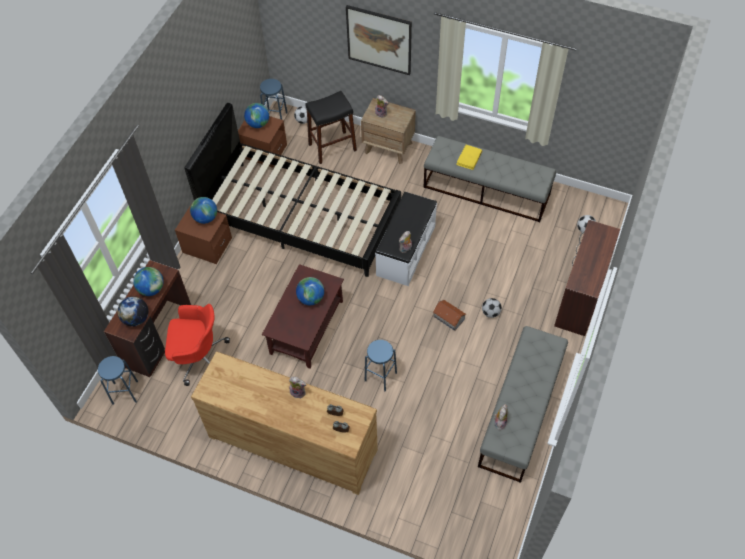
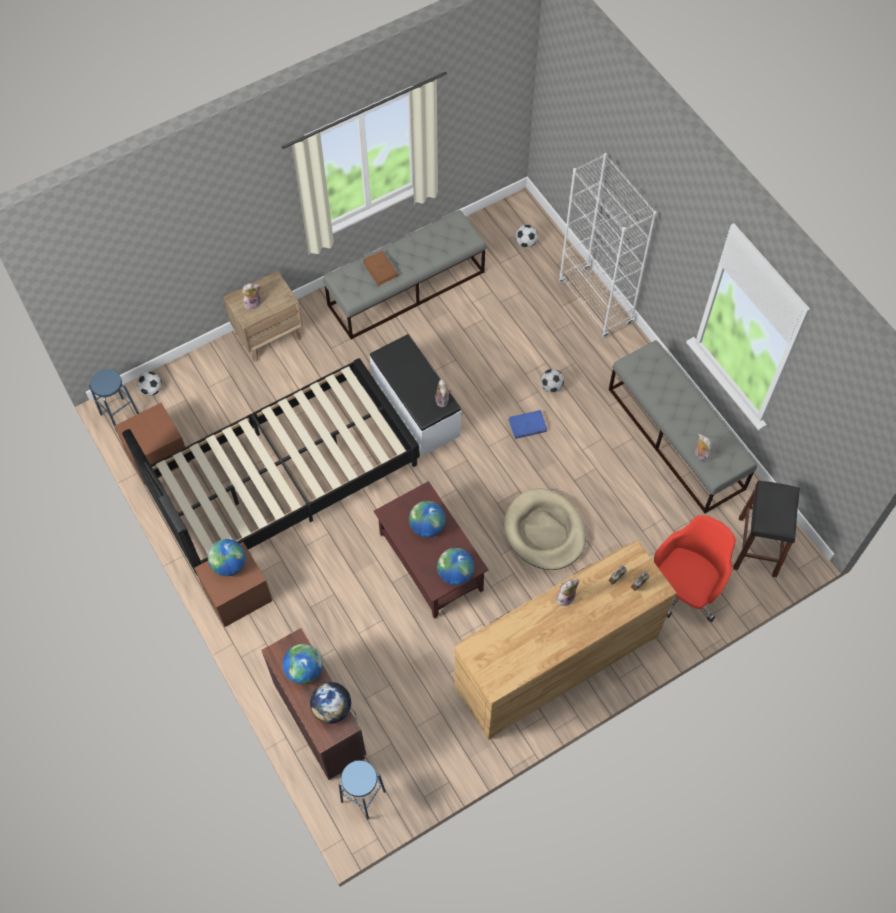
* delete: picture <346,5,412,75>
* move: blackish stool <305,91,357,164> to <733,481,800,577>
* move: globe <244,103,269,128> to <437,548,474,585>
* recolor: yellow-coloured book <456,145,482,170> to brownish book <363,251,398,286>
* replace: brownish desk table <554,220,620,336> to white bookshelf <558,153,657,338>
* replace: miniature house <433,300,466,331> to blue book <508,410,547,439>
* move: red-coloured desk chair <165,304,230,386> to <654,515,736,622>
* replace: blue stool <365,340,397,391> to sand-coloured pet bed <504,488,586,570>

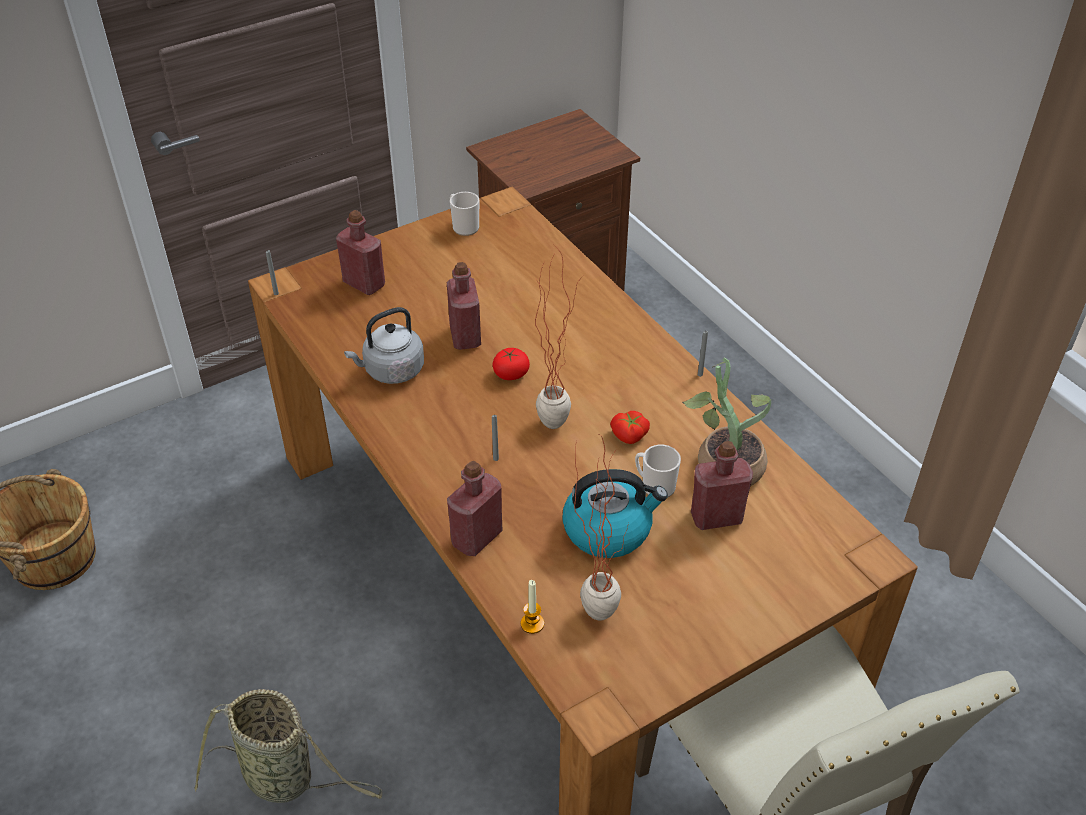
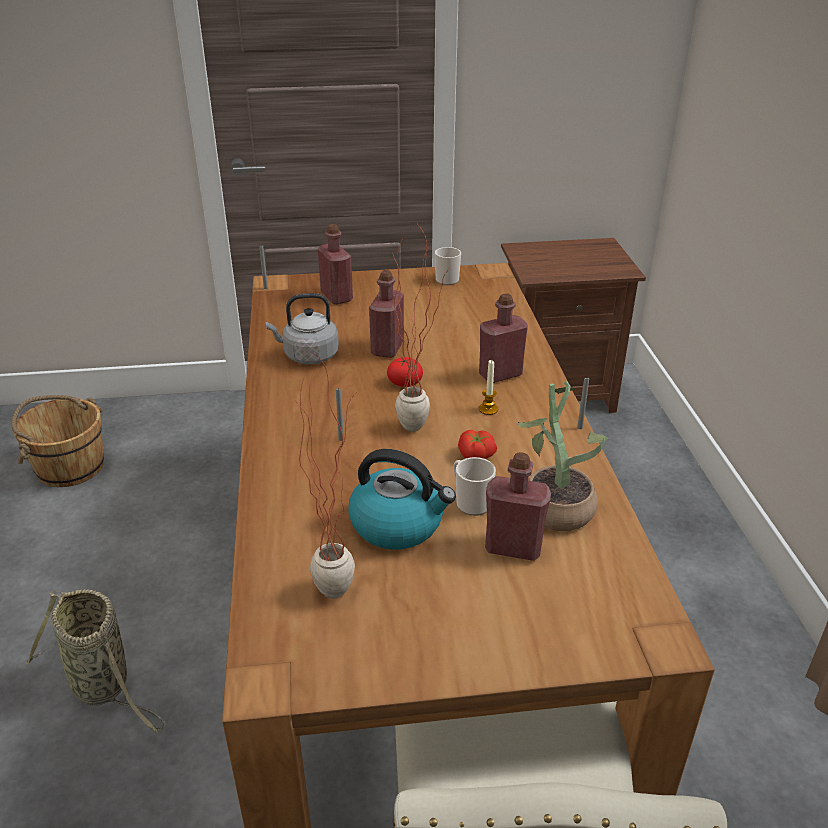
* move: red-coloured beverage bottle <447,461,503,556> to <479,293,528,383>
* move: wax light <521,580,544,634> to <479,360,498,415>

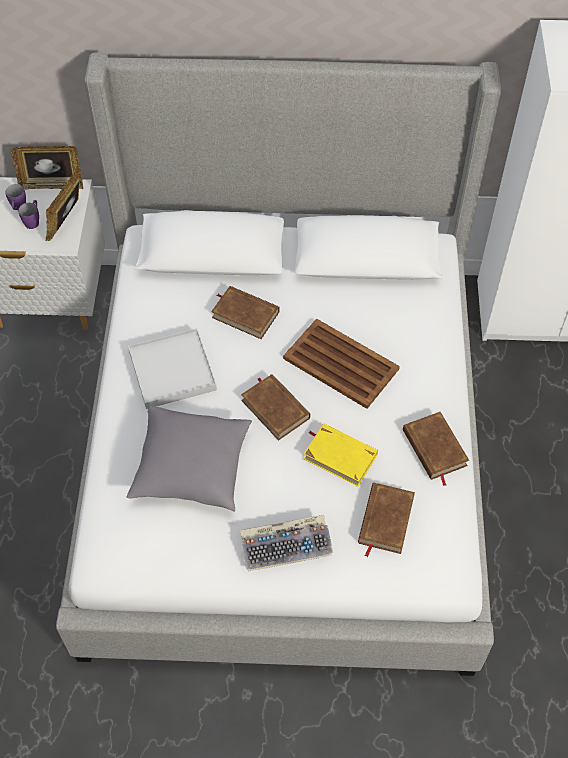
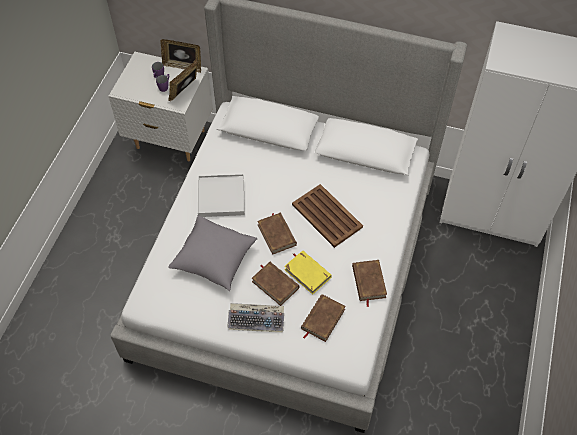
* move: brownish book <211,286,280,339> to <252,262,299,306>

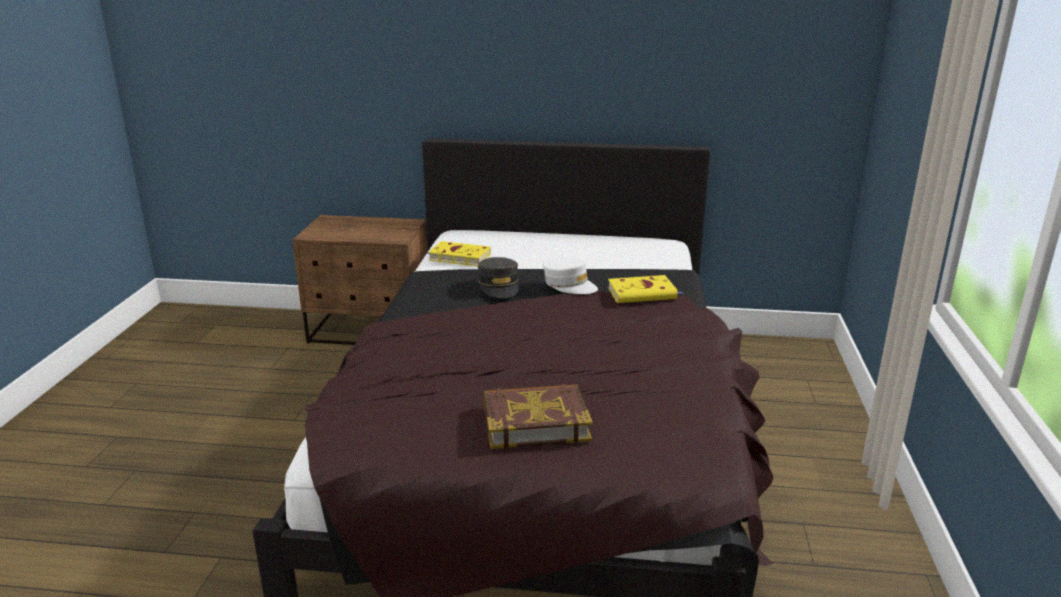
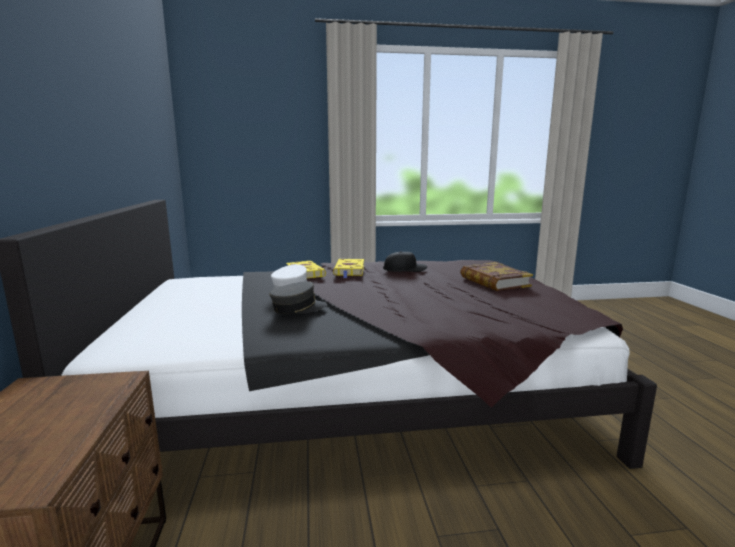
* move: yellow-coloured book <427,241,491,267> to <333,259,364,278>
* insert: blackish peaked cap <383,251,427,272>

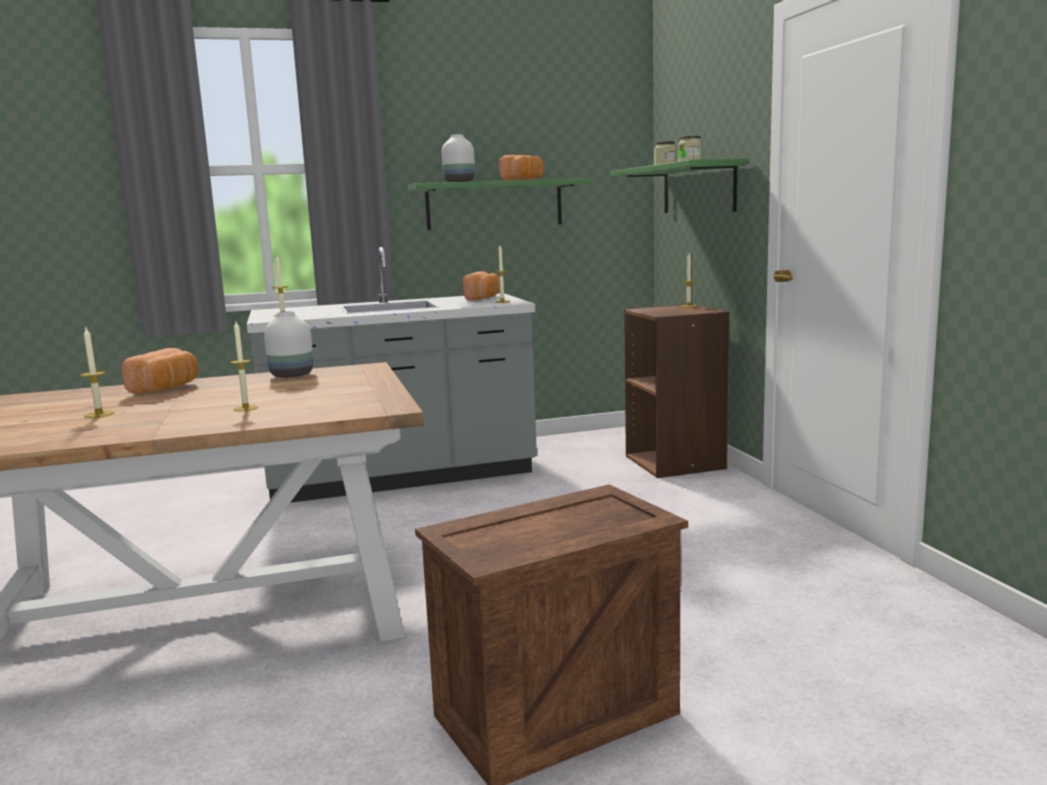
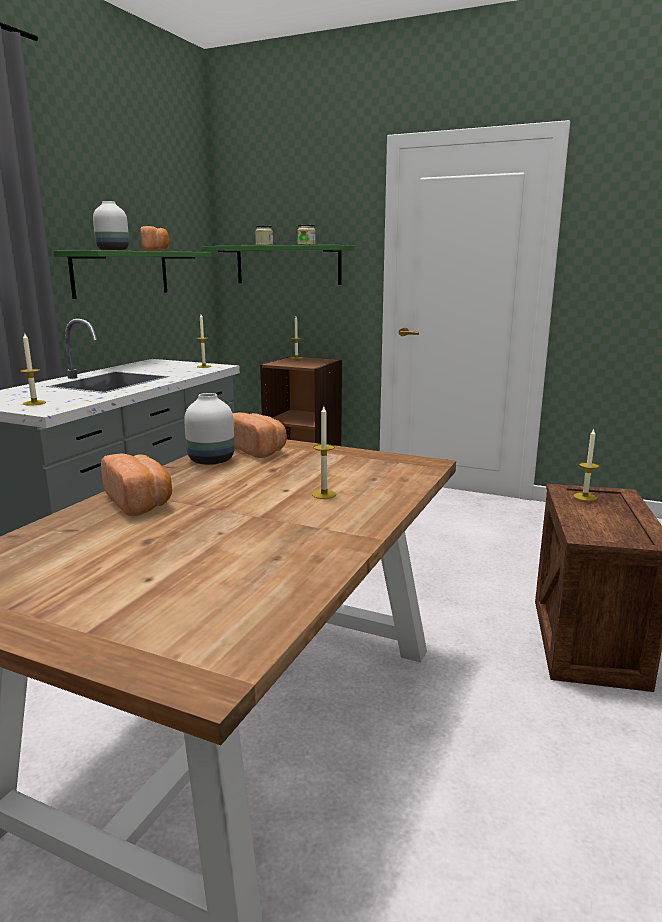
* move: bakery bread <463,271,500,300> to <233,413,287,458>
* move: wax light <80,328,114,418> to <574,429,599,501>

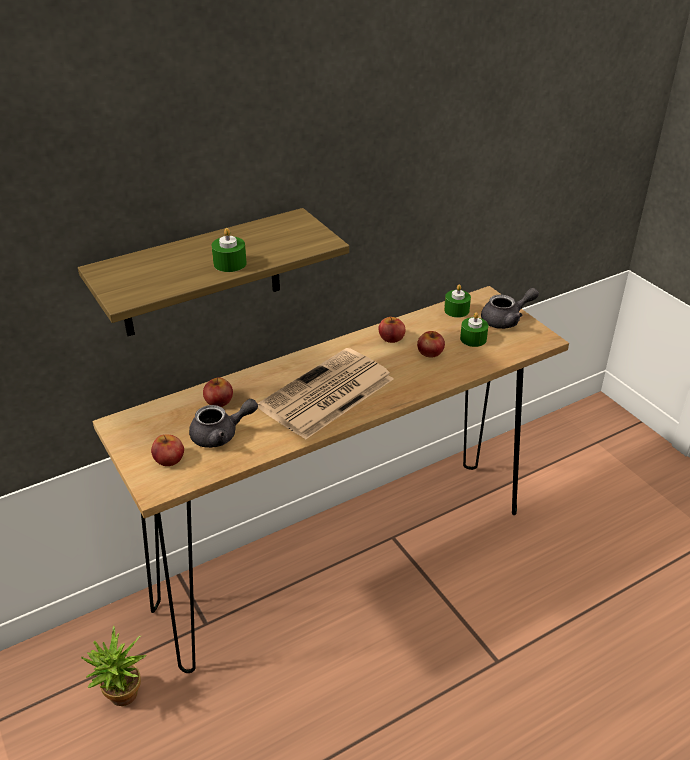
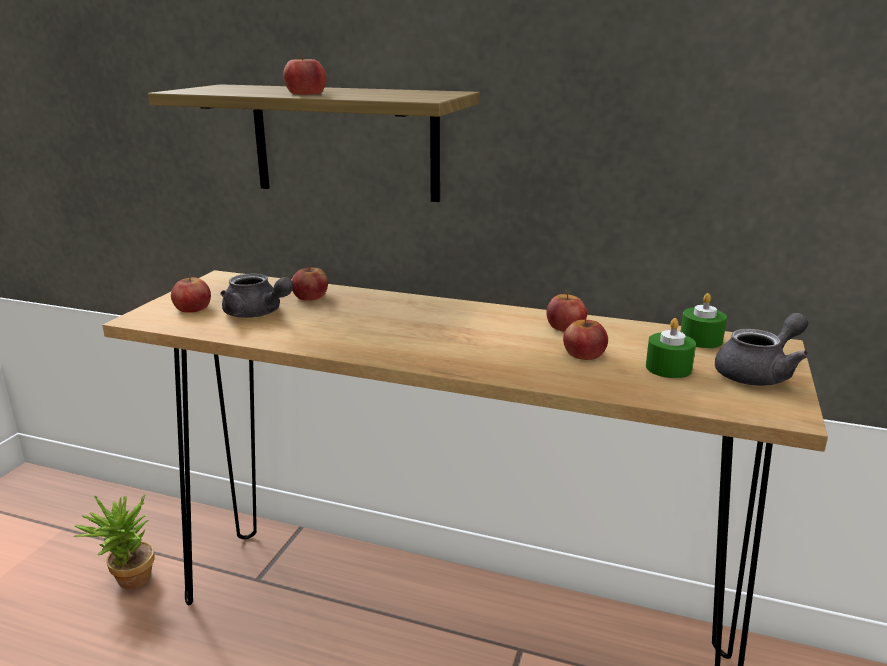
* replace: greenish wax light <211,228,247,272> to apple fruit <283,51,327,95>
* rotate: gray pot for tea <481,288,539,329> = <715,313,809,386> 60 degrees counterclockwise
* delete: daily paper <257,348,394,440>

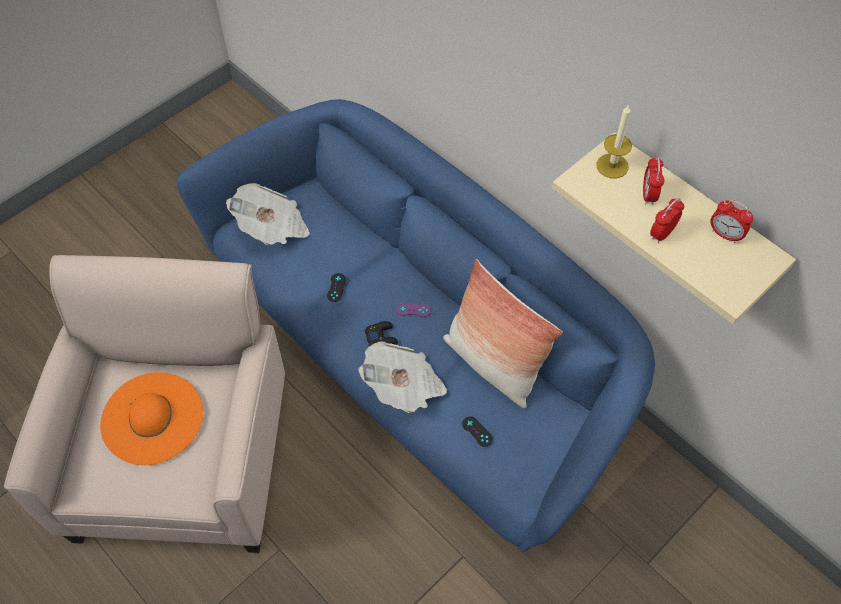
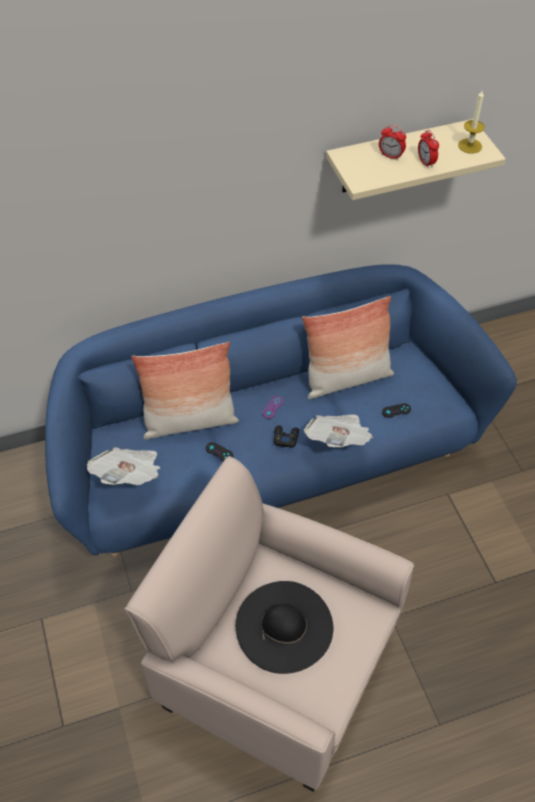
* move: wax light <596,104,632,178> to <458,89,485,154>
* delete: alarm clock <710,200,753,243>
* recolor: orangey clothing hat <100,372,203,465> to blackish clothing hat <236,581,333,674>
* insert: cushion <131,342,239,439>

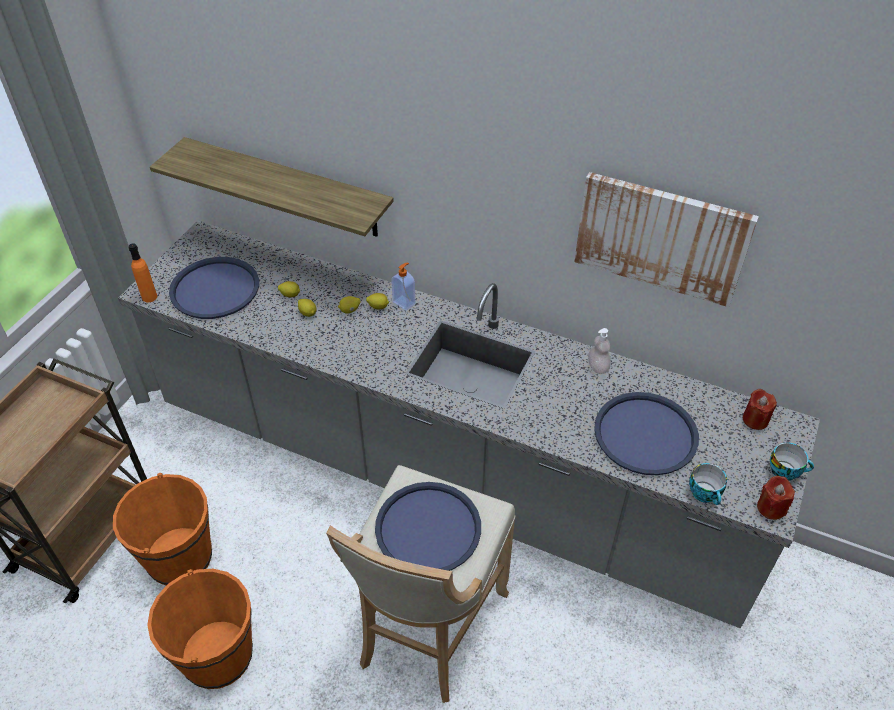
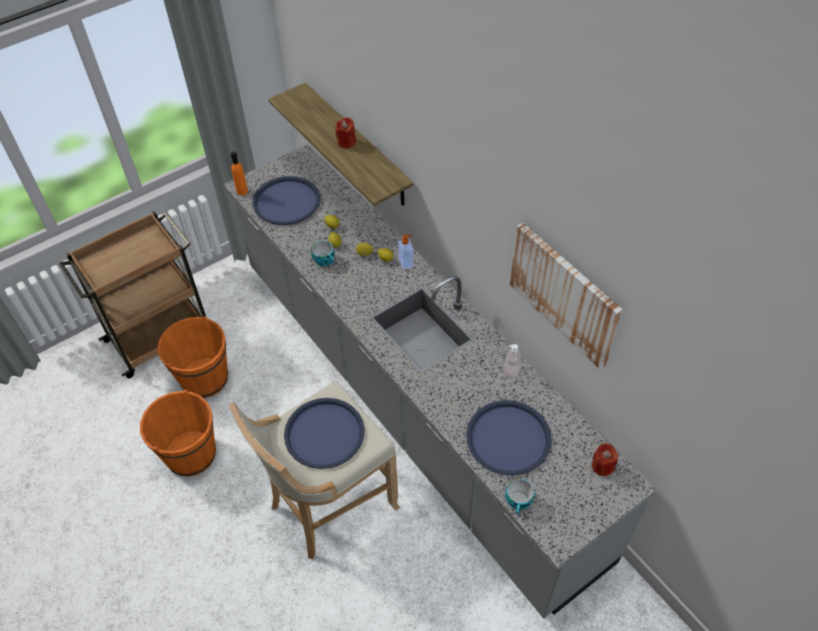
* move: cup <770,442,814,481> to <311,240,335,266>
* move: red-coloured wax light <757,476,795,520> to <335,117,356,148>

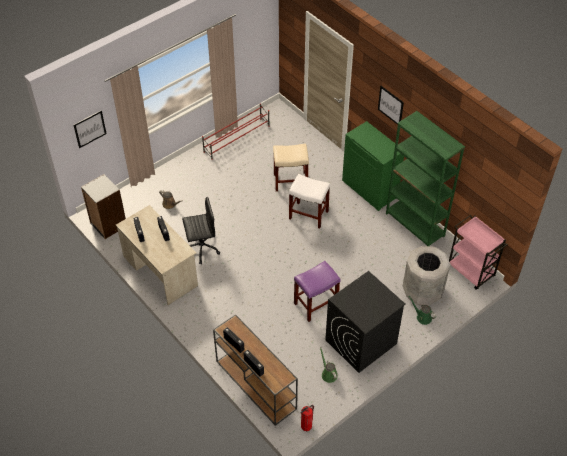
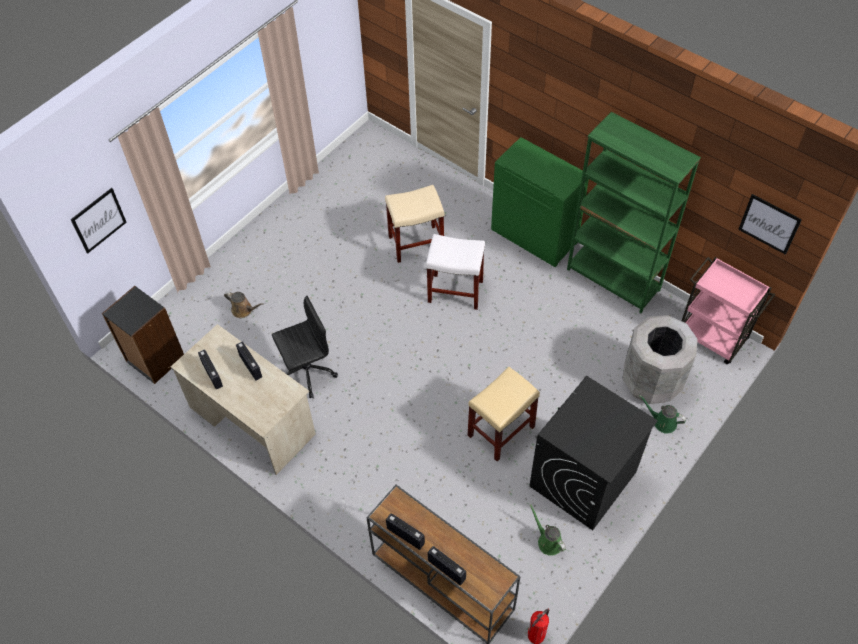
* move: picture <378,86,404,125> to <738,194,802,255>
* delete: red-coloured shoe shelf <202,103,270,160>
* recolor: purple-coloured stool <294,261,340,322> to sand-coloured stool <468,367,540,462>

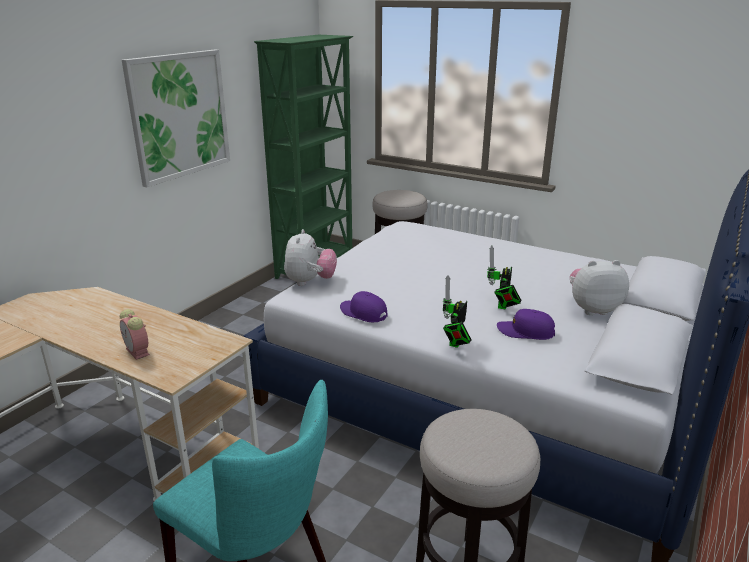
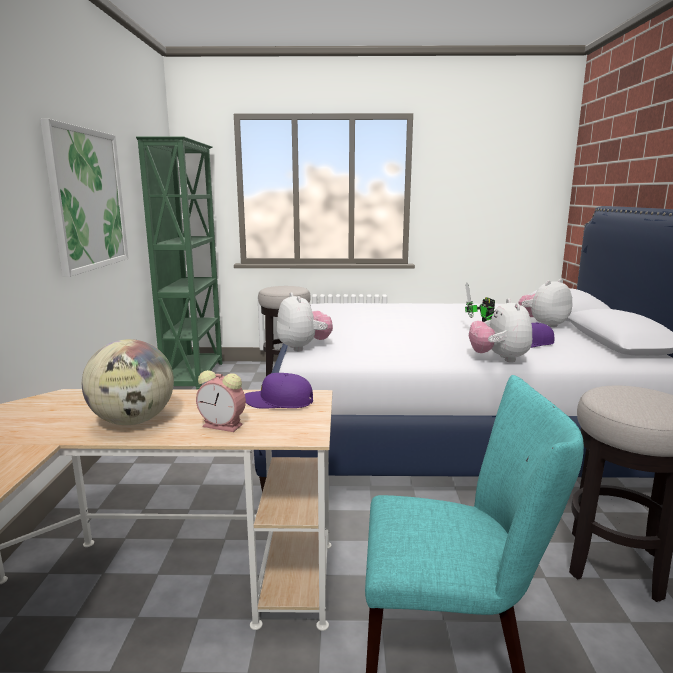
* replace: toy robot <442,275,472,348> to soft toy <469,298,532,362>
* move: purple-coloured peaked cap <340,291,388,322> to <245,373,313,409>
* insert: globe <82,339,174,425>

